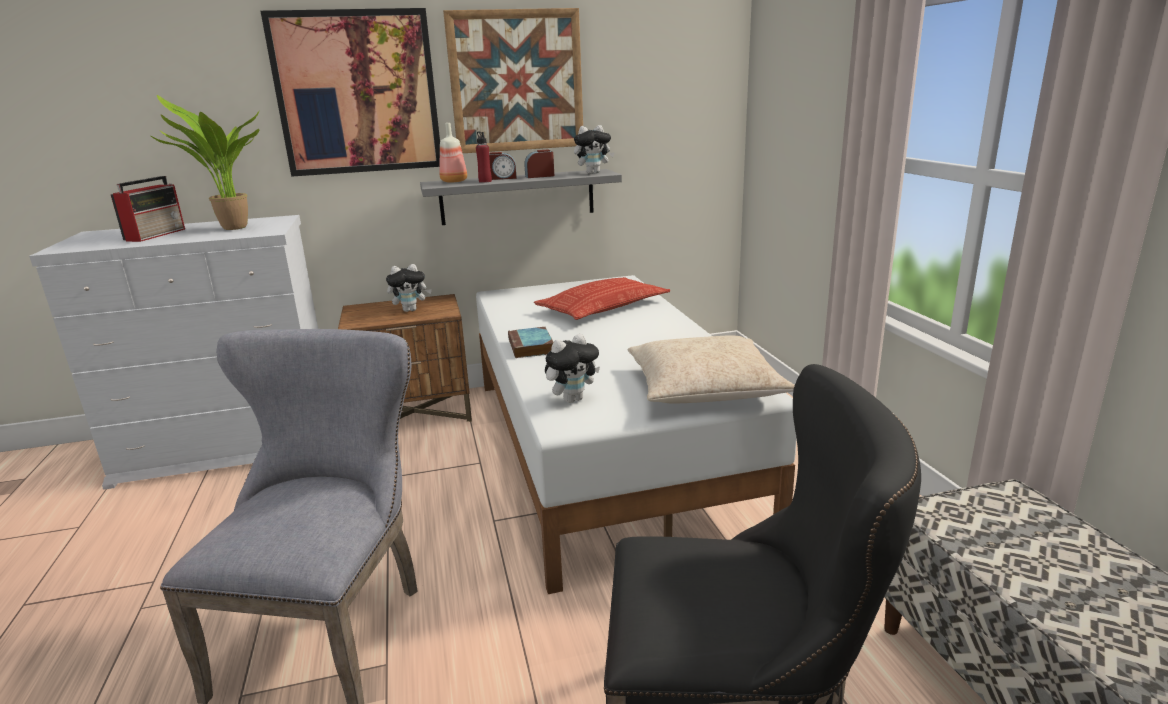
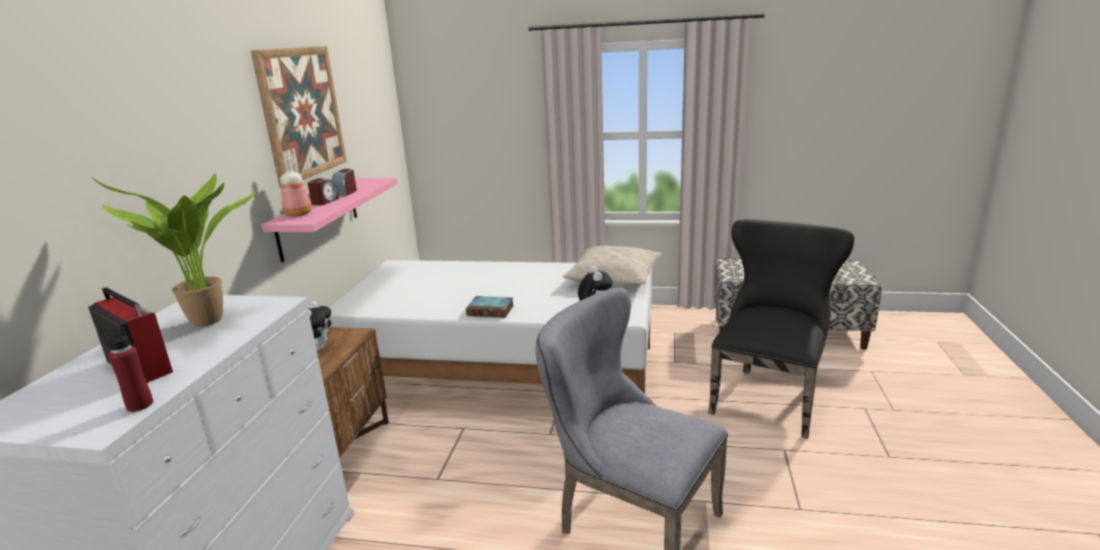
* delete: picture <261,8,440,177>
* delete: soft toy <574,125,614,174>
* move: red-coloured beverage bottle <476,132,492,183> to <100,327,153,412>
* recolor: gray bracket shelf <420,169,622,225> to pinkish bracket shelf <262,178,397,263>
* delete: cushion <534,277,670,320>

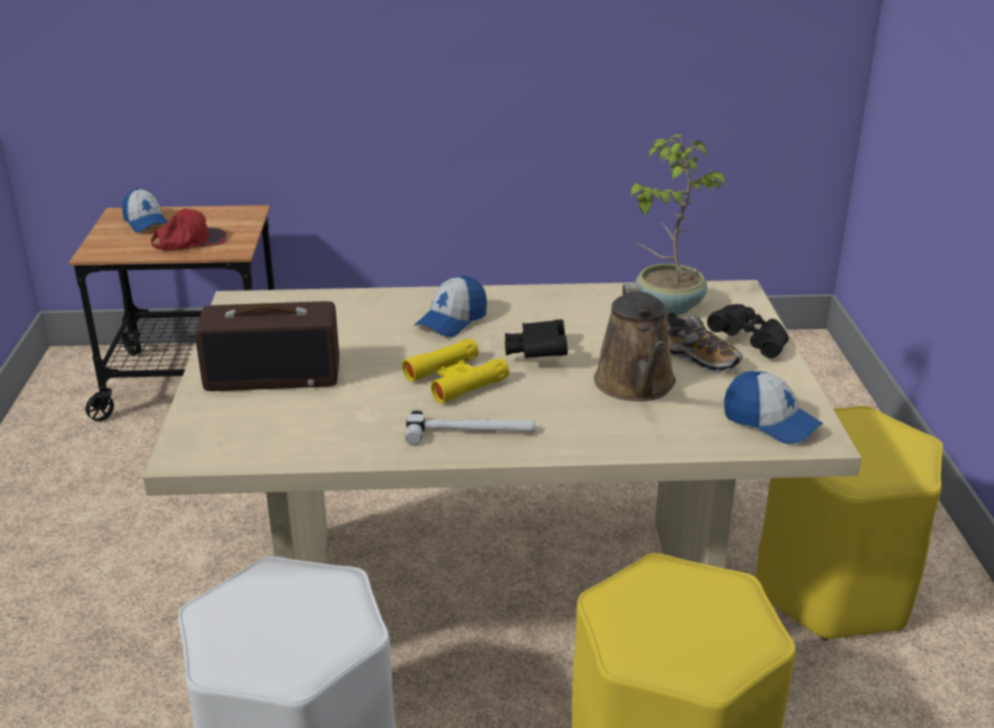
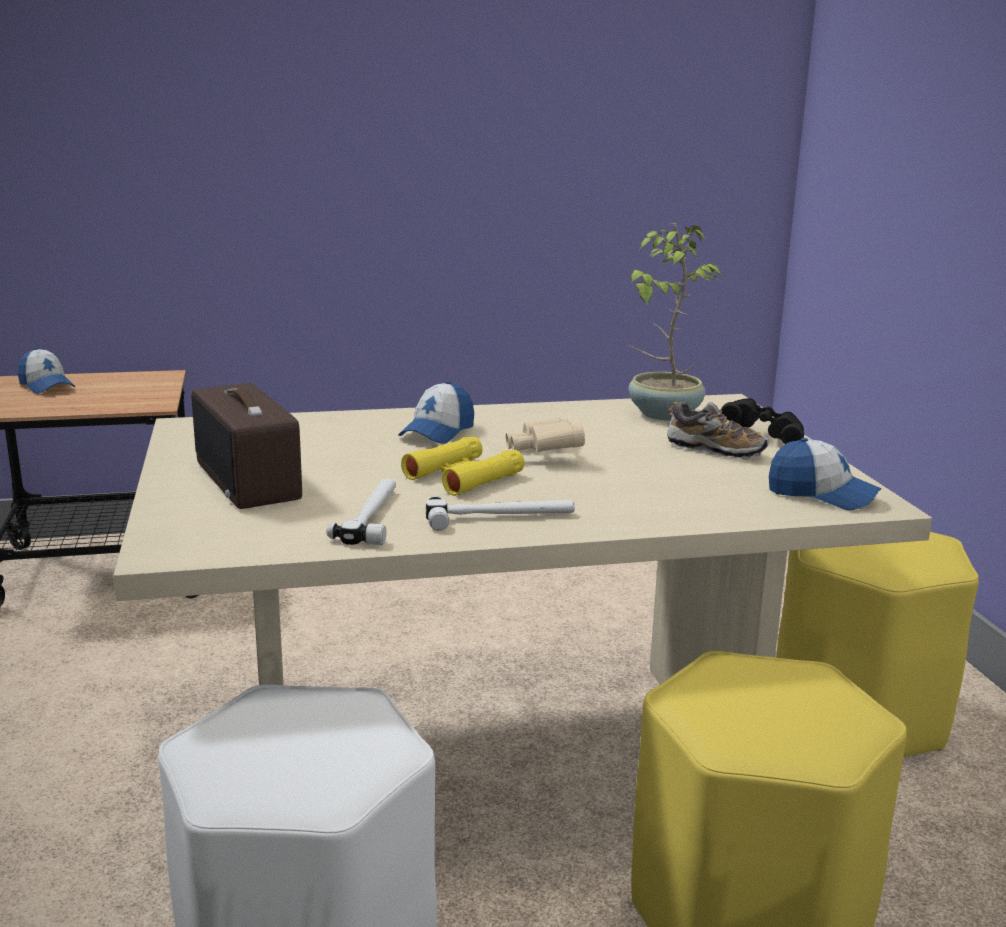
* delete: red-coloured peaked cap <151,209,227,251>
* delete: brownish watering pot <594,283,676,401>
* rotate: radio <195,301,339,391> = <191,383,302,509> 75 degrees clockwise
* recolor: blackish field glasses <505,319,568,358> to sand-coloured field glasses <506,417,585,452>
* insert: hammer <326,479,396,545>

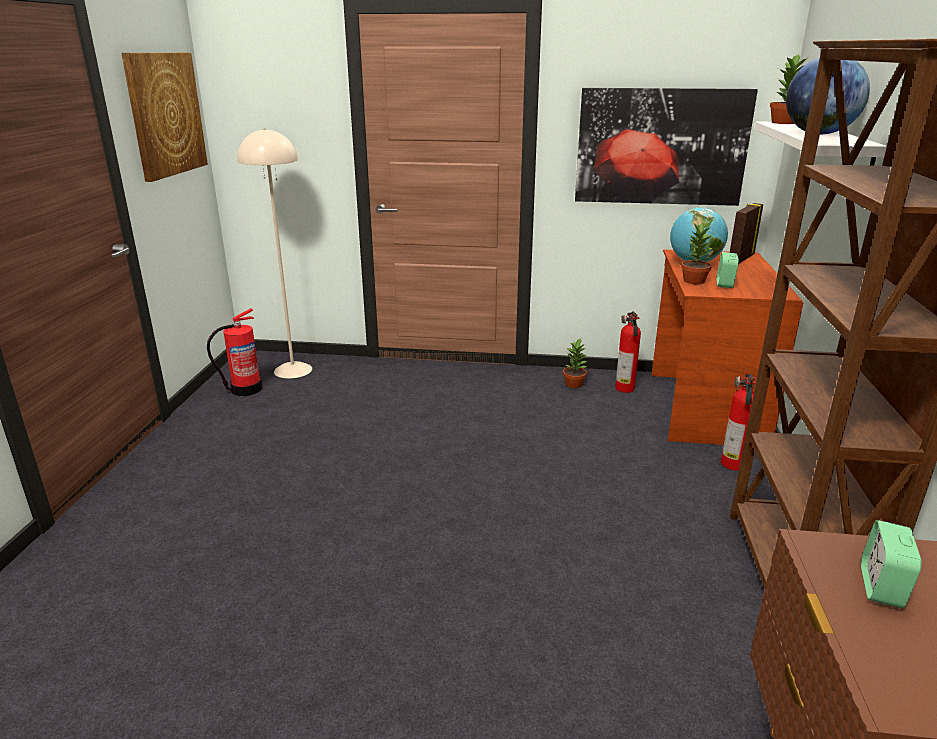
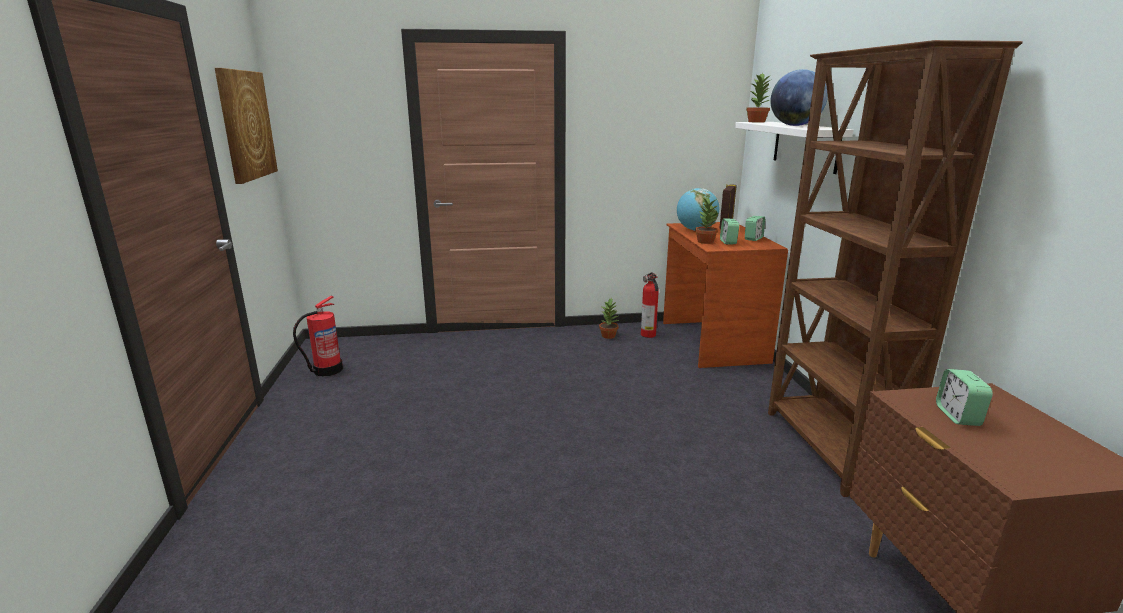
* delete: picture <575,88,758,206>
* delete: sand-coloured floor lamp <238,128,312,378>
* delete: fire extinguisher <721,374,756,470>
* insert: alarm clock <745,216,765,241>

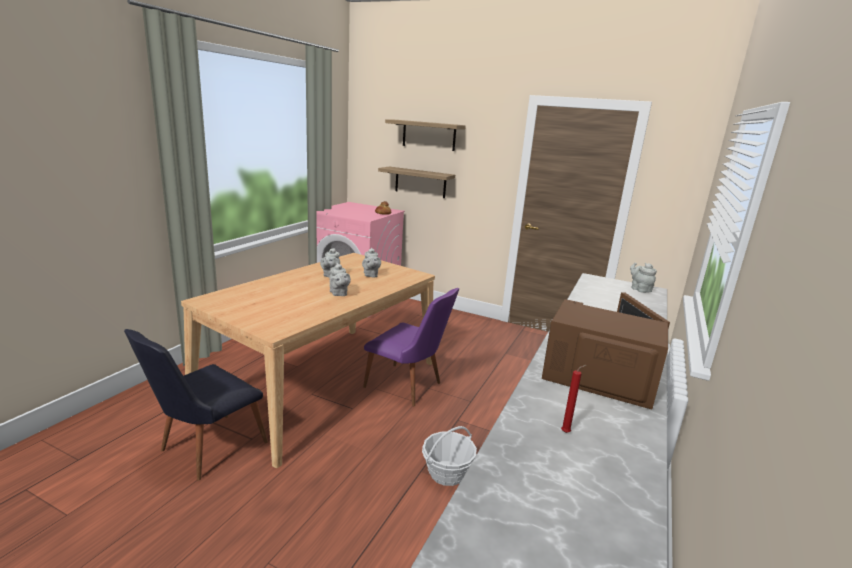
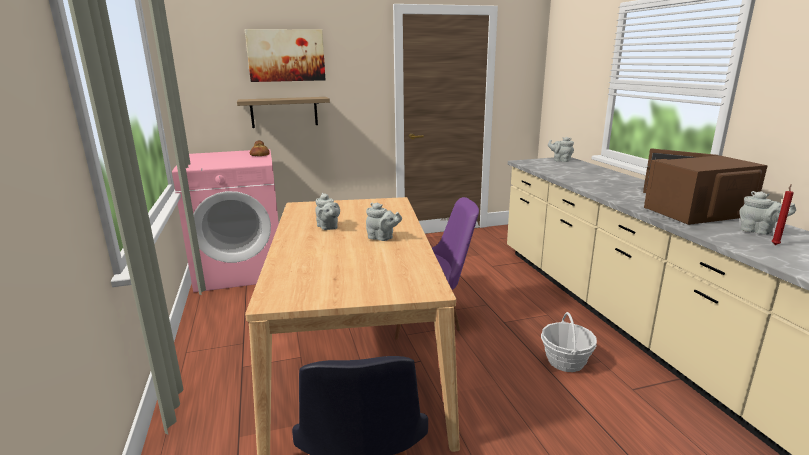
* replace: bracket shelf <385,119,466,151> to picture <245,29,325,82>
* move: gray pot for tea <362,248,381,278> to <739,191,796,235>

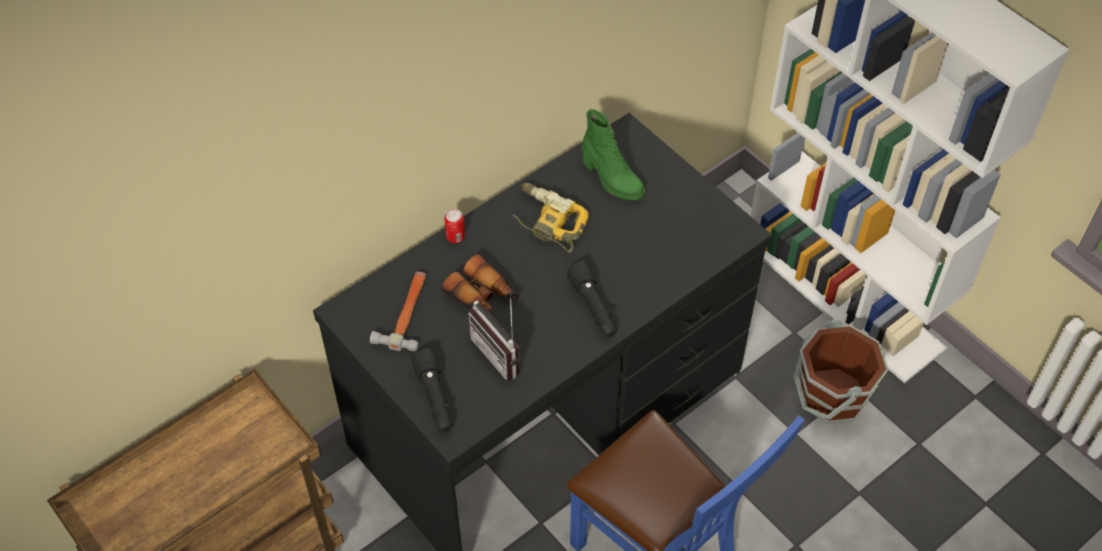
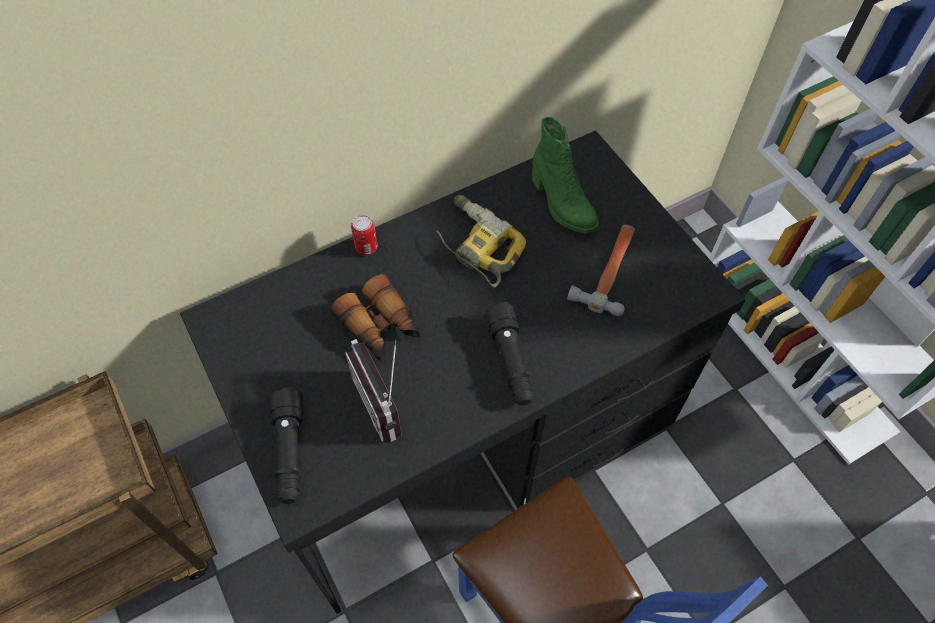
* move: hammer <370,272,426,351> to <567,225,635,316>
* delete: brownish water bucket <794,319,889,424>

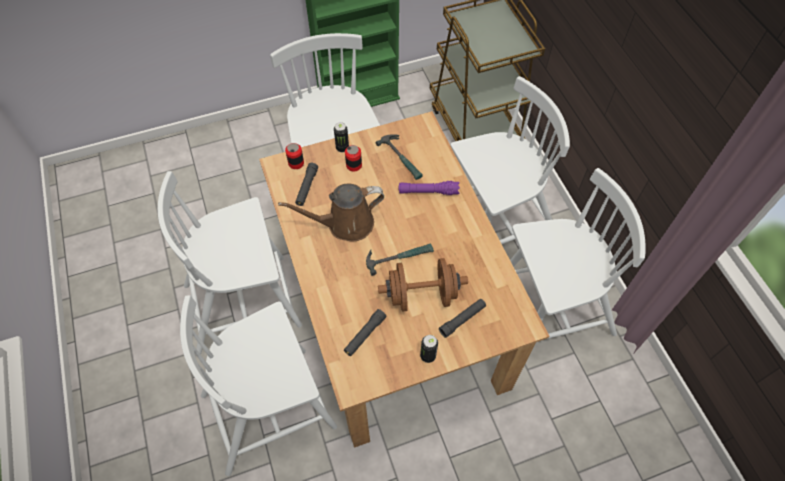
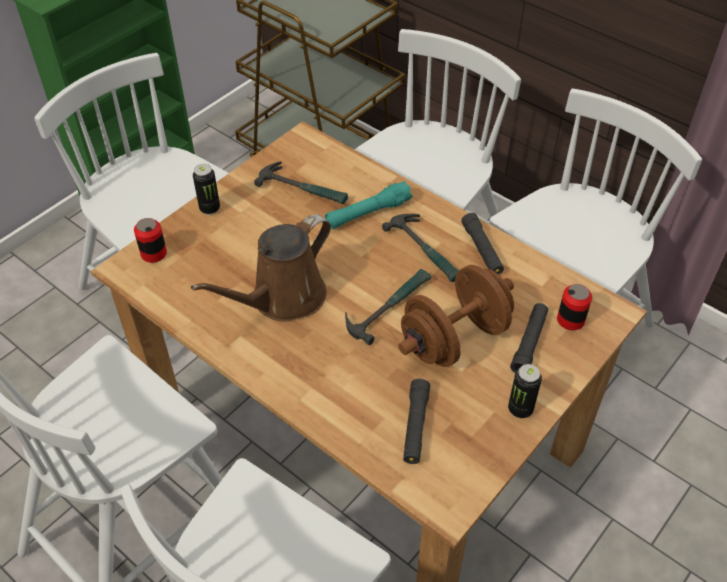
* move: sealed can <345,145,362,172> to <557,284,592,330>
* move: blackish torch <295,163,318,206> to <461,213,504,275>
* recolor: purple-coloured torch <399,181,460,195> to blue-green torch <325,181,413,229>
* insert: hammer <382,214,459,282>

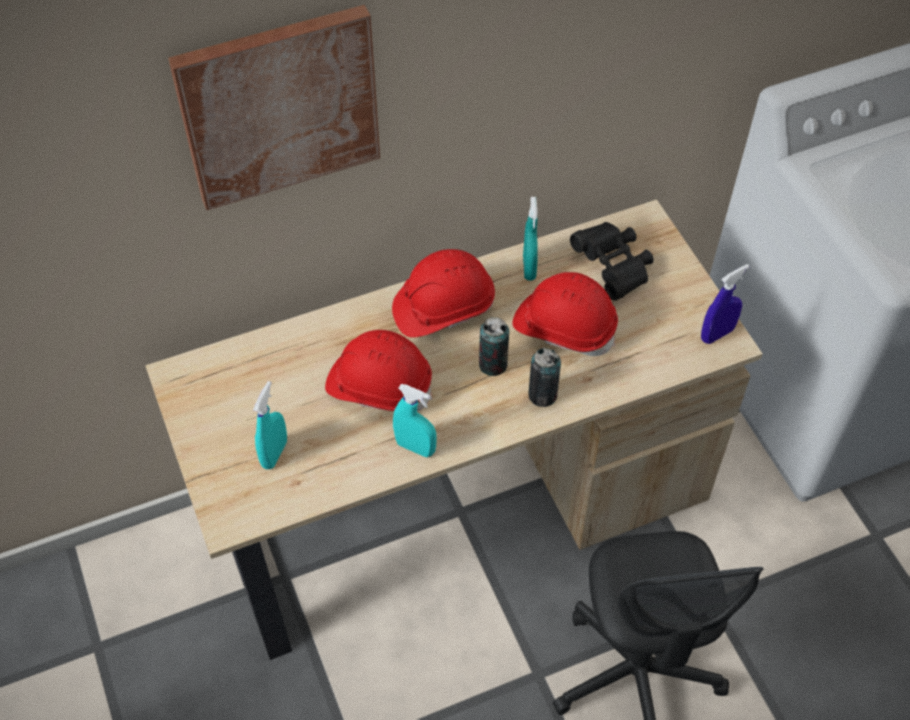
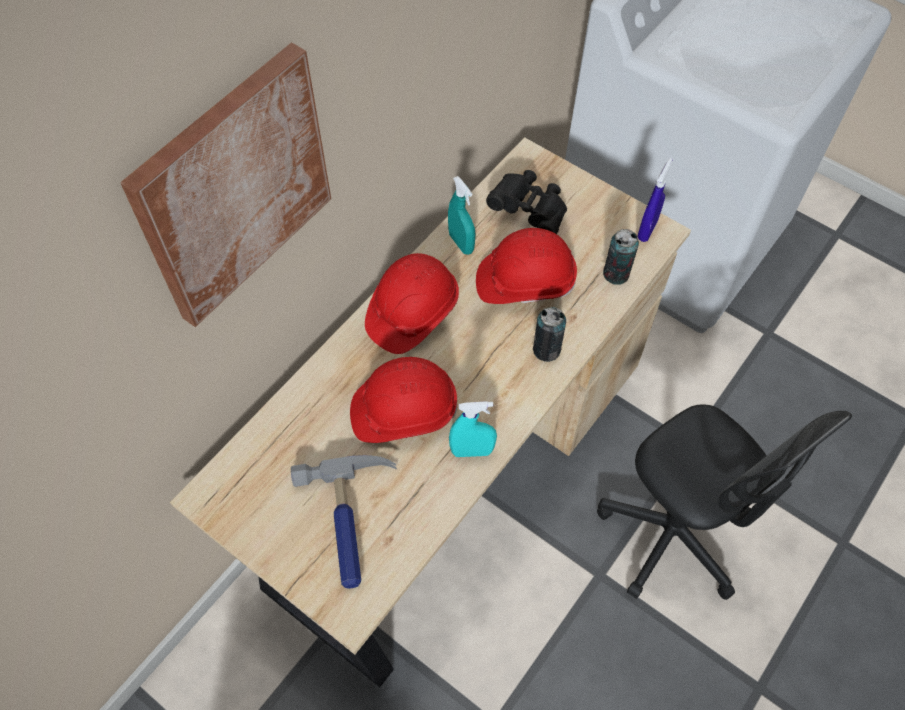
* move: sealed can <479,317,509,376> to <603,229,639,285>
* replace: blue-green spray bottle <253,381,287,469> to hammer <291,455,397,589>

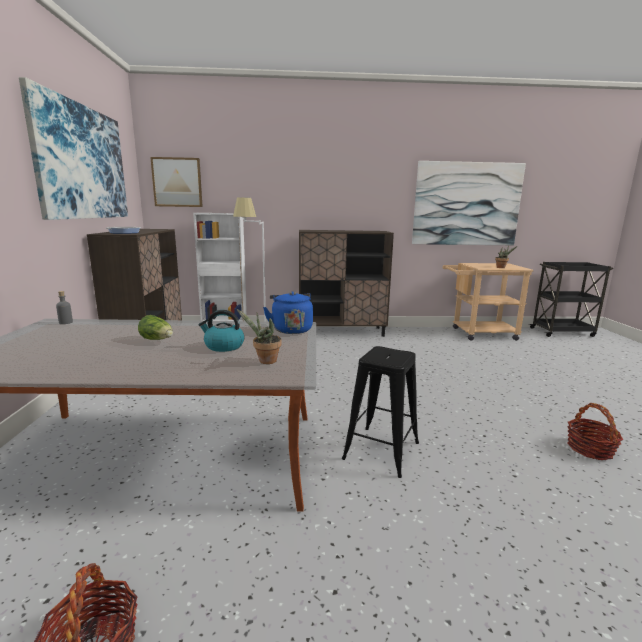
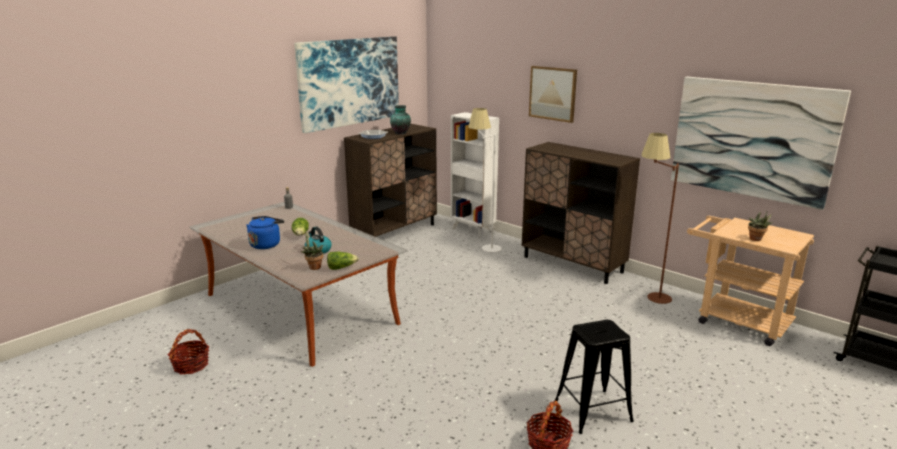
* move: picture <150,157,203,207> to <529,66,577,123>
* move: blue tea kettle <263,291,313,334> to <246,216,284,249>
* move: blackish stool <342,346,419,478> to <554,320,634,434>
* insert: decorative vase <390,105,411,135>
* insert: brownish floor lamp <641,133,679,304>
* insert: lettuce head <327,252,359,270>

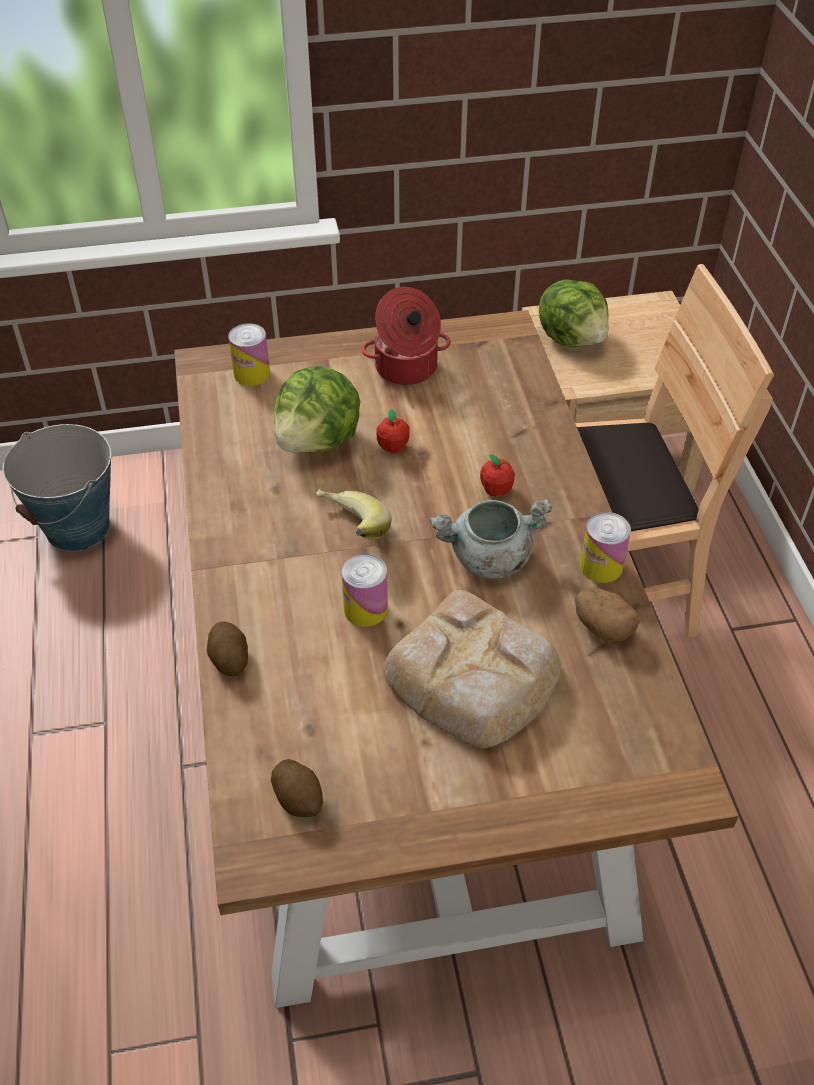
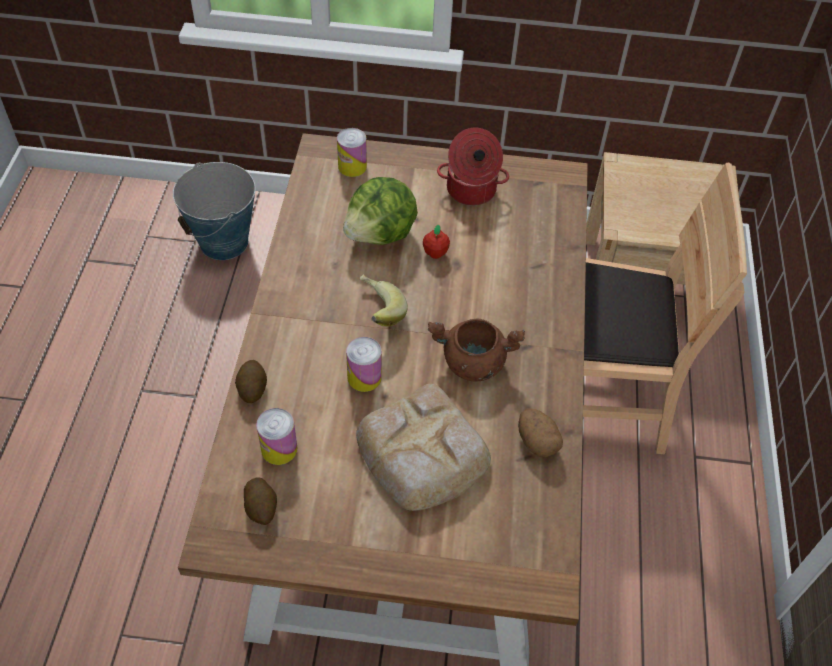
* delete: lettuce head <539,279,609,347>
* delete: apple fruit <480,454,515,497>
* recolor: gray cooking pot <430,498,552,578> to brownish cooking pot <428,319,525,382>
* move: sealed can <580,512,631,583> to <256,408,297,465>

